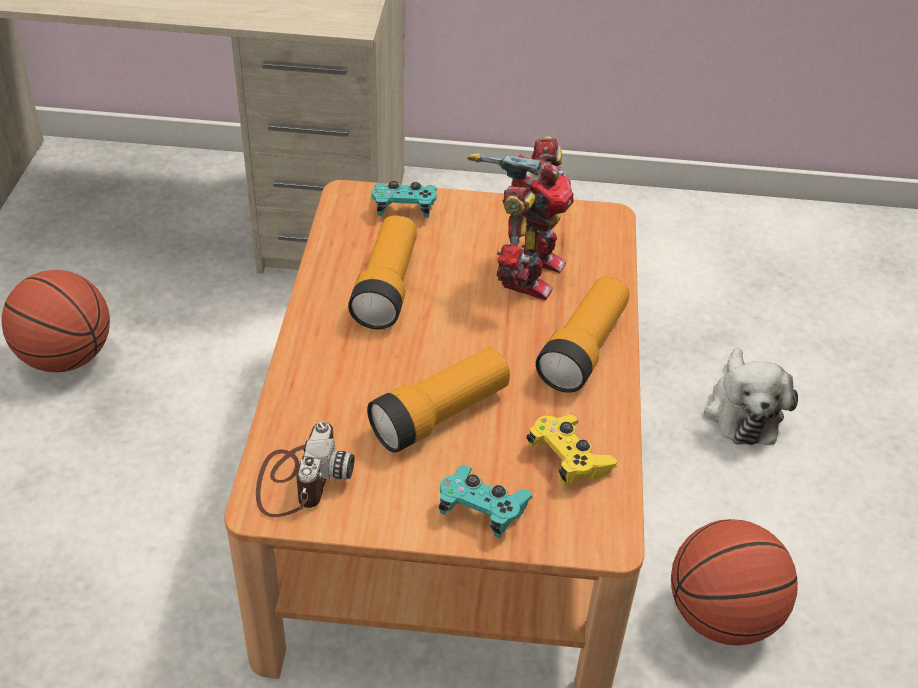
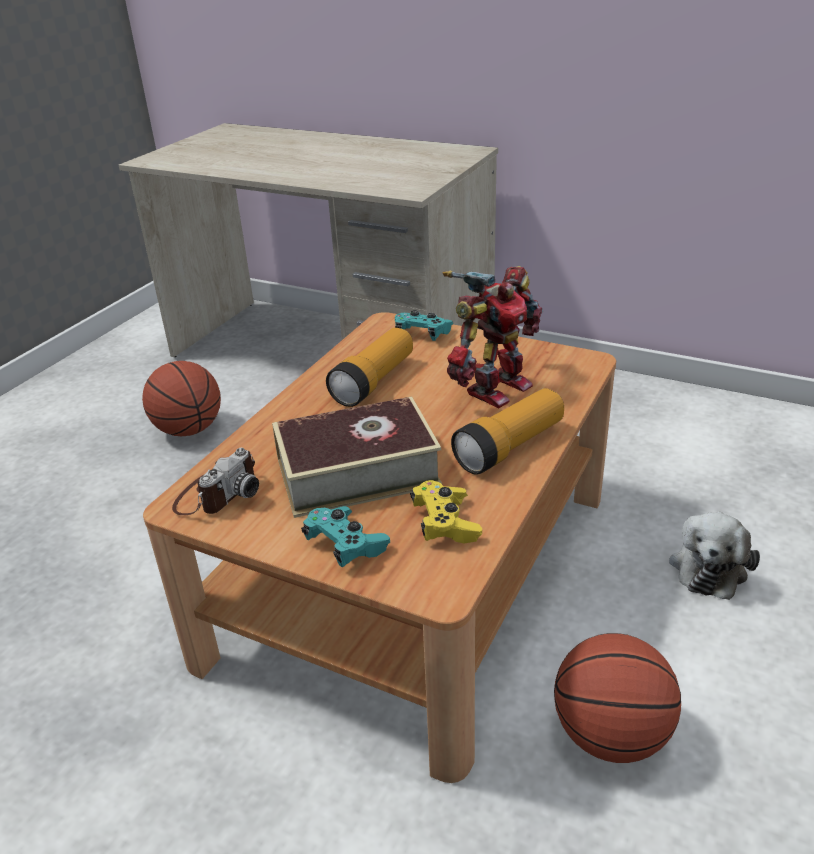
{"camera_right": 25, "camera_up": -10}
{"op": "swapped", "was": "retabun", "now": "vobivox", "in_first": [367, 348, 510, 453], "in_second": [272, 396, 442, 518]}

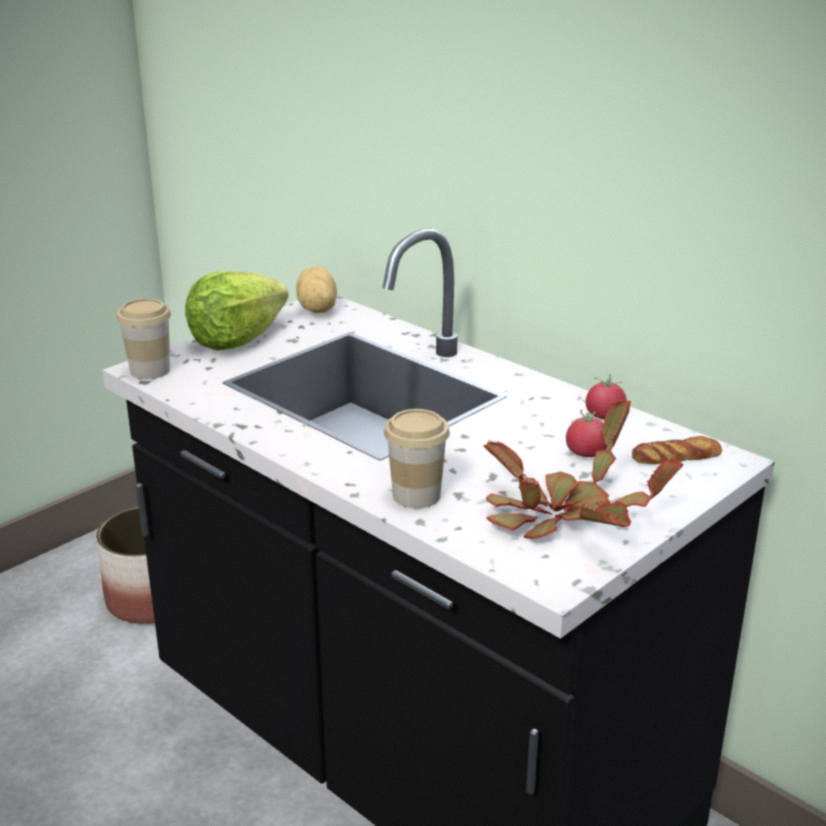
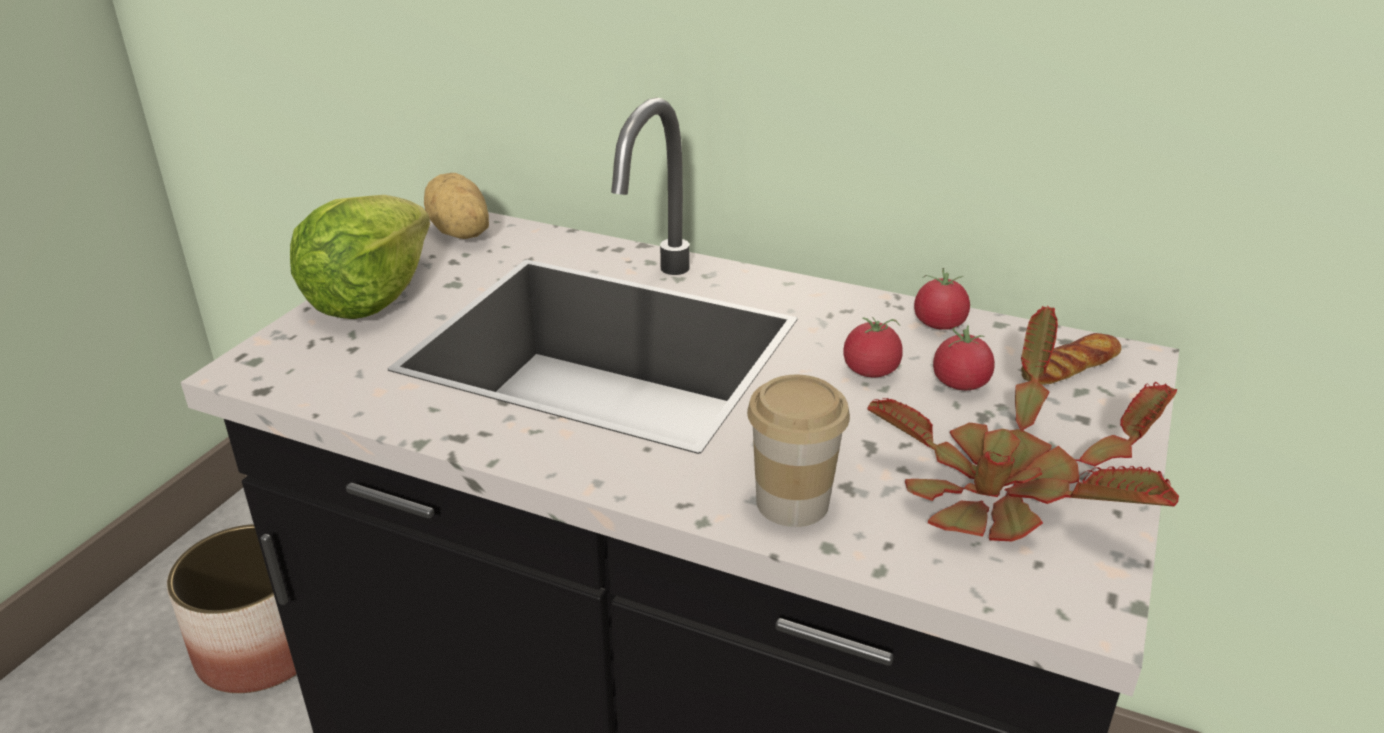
{"camera_right": -20, "camera_up": 5}
{"op": "gone", "was": "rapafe", "in_first": [117, 298, 171, 379]}
{"op": "new", "now": "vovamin", "in_second": [843, 317, 903, 377]}

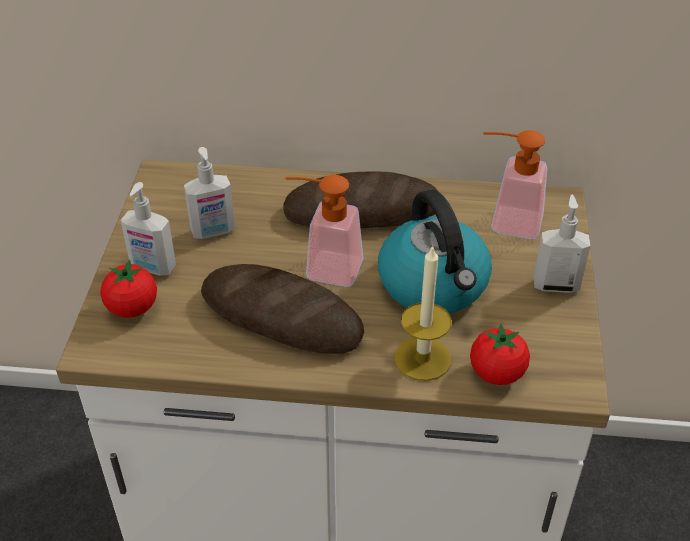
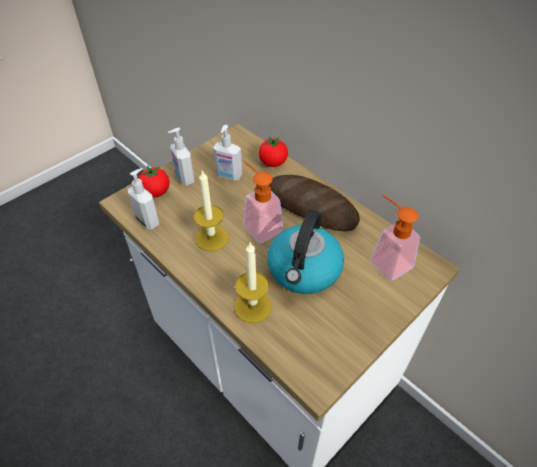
{"camera_right": 40, "camera_up": 5}
{"op": "swapped", "was": "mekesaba", "now": "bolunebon", "in_first": [201, 264, 364, 354], "in_second": [194, 170, 229, 251]}
{"op": "shifted", "was": "vovamin", "in_first": [470, 324, 530, 385], "in_second": [259, 137, 288, 167]}
{"op": "shifted", "was": "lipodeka", "in_first": [533, 195, 590, 293], "in_second": [128, 168, 160, 230]}

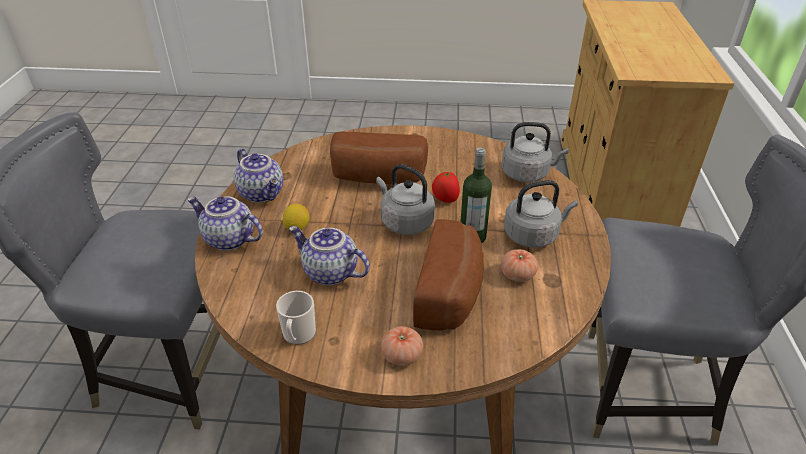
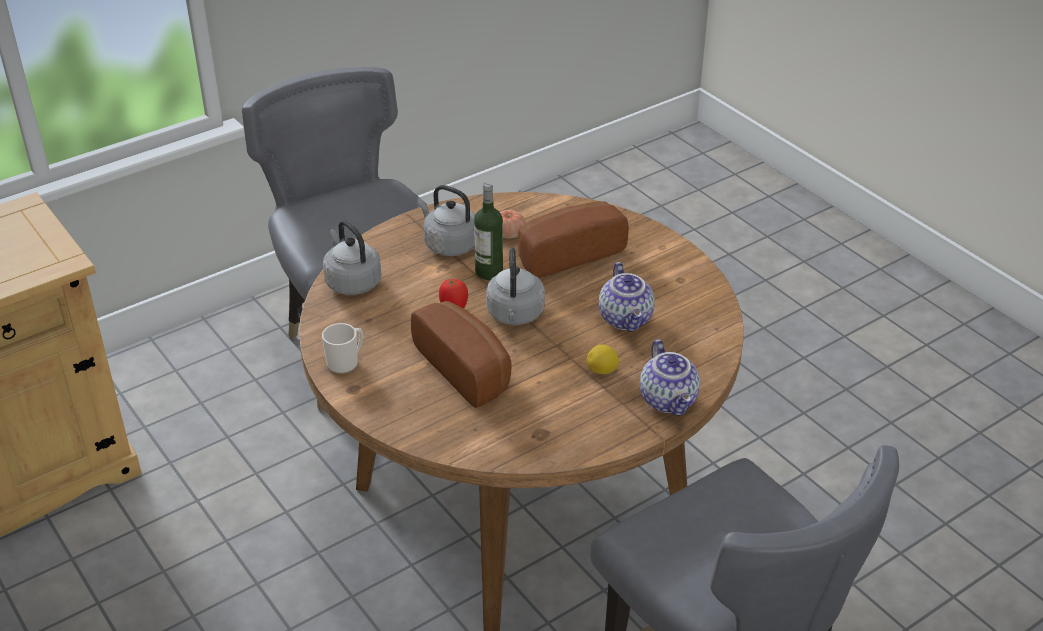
{"camera_right": -130, "camera_up": 0}
{"op": "gone", "was": "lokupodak", "in_first": [234, 149, 284, 203]}
{"op": "shifted", "was": "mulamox", "in_first": [276, 291, 316, 345], "in_second": [322, 323, 363, 374]}
{"op": "gone", "was": "vovamin", "in_first": [381, 326, 423, 366]}

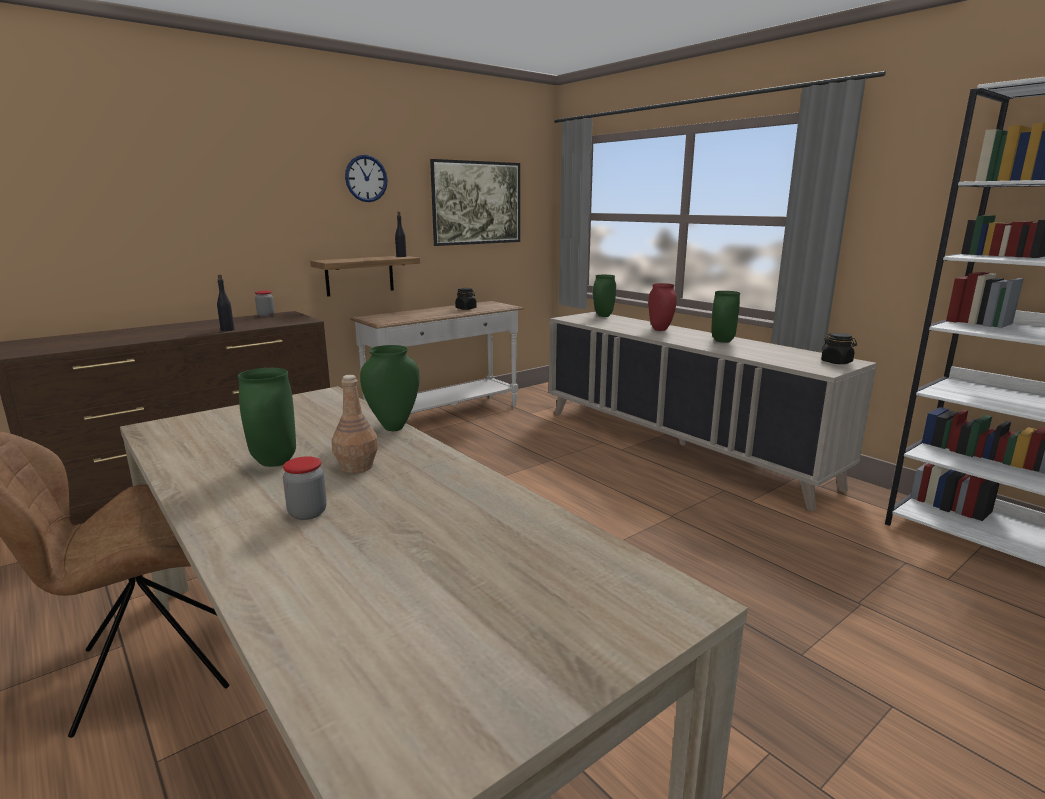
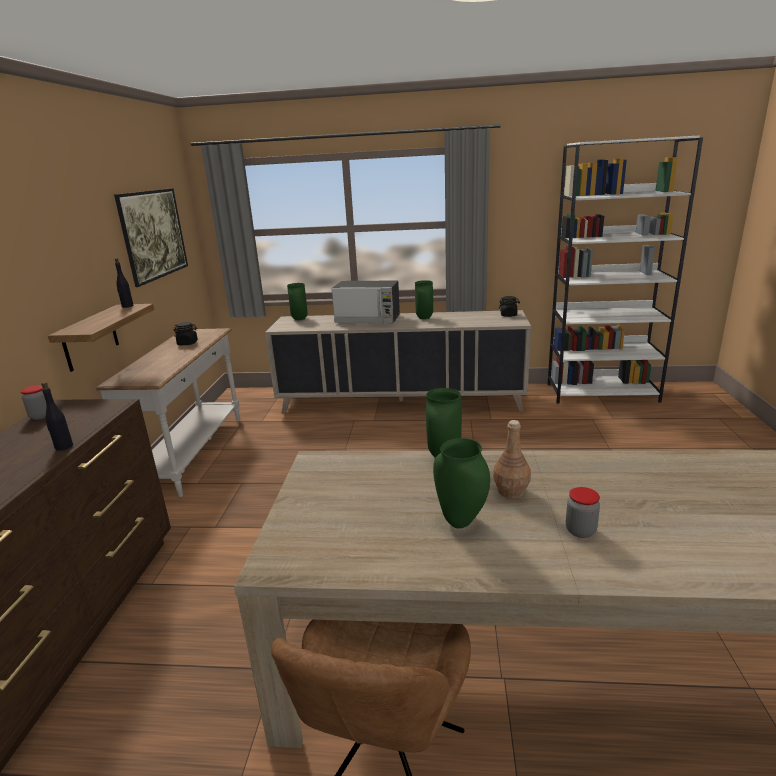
{"camera_right": -45, "camera_up": 5}
{"op": "gone", "was": "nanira", "in_first": [345, 155, 388, 202]}
{"op": "swapped", "was": "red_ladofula", "now": "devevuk", "in_first": [648, 283, 677, 331], "in_second": [332, 280, 400, 323]}

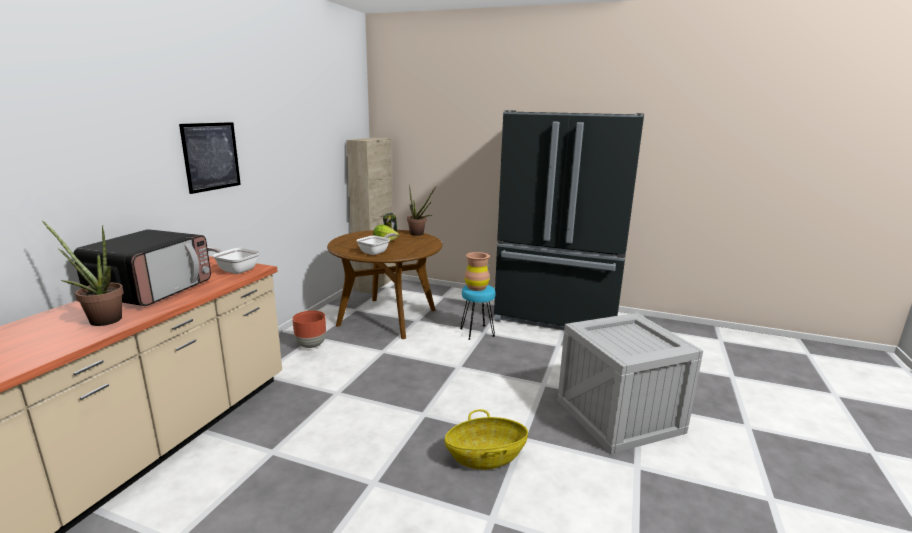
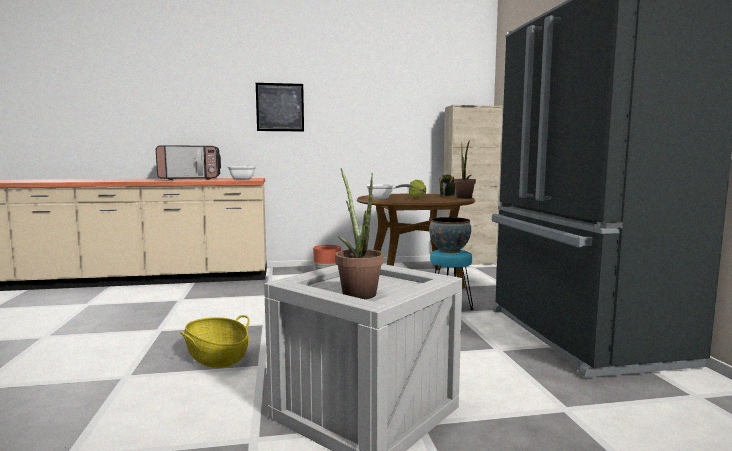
{"camera_right": 60, "camera_up": -10}
{"op": "shifted", "was": "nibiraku", "in_first": [42, 220, 124, 326], "in_second": [335, 168, 384, 299]}
{"op": "swapped", "was": "brown_ladofula", "now": "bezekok", "in_first": [465, 252, 490, 291], "in_second": [429, 217, 471, 253]}

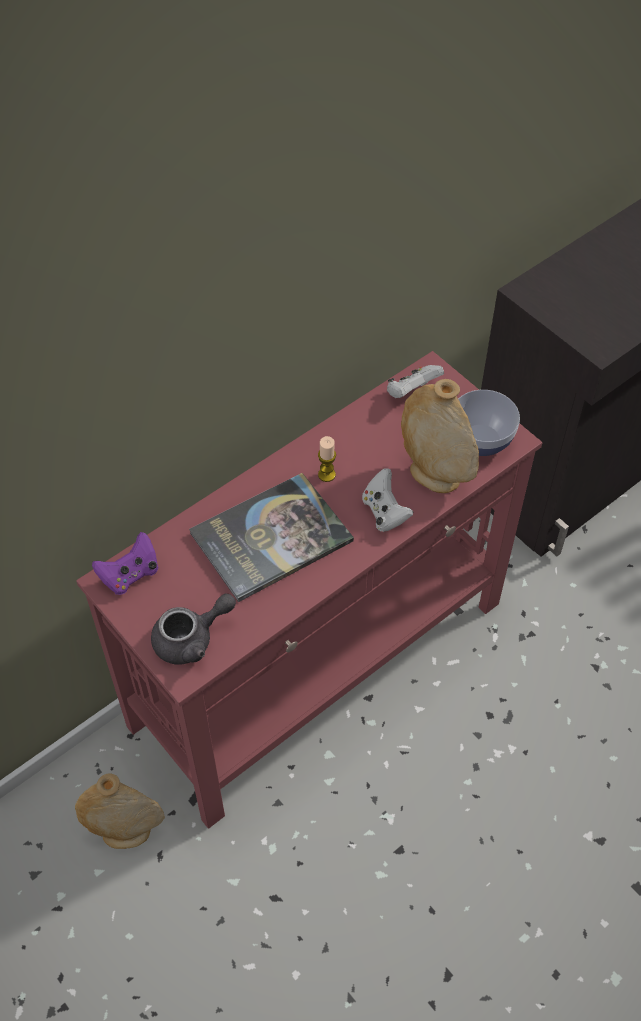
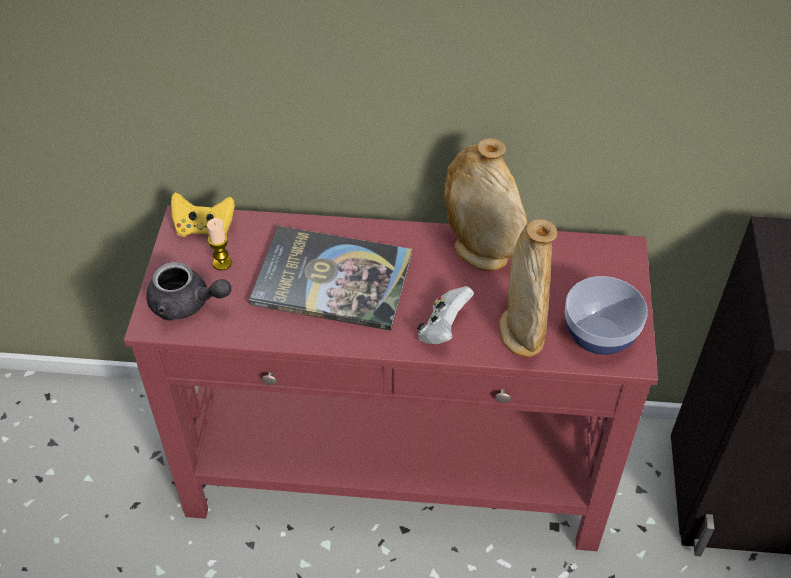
{"camera_right": 45, "camera_up": -5}
{"op": "shifted", "was": "beige_ladofula", "in_first": [75, 773, 165, 849], "in_second": [444, 138, 527, 271]}
{"op": "repainted", "was": "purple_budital", "now": "yellow_budital", "in_first": [92, 532, 158, 595], "in_second": [171, 192, 235, 237]}
{"op": "shifted", "was": "bolunebon", "in_first": [318, 436, 336, 482], "in_second": [207, 218, 232, 270]}
{"op": "gone", "was": "white_budital", "in_first": [387, 365, 444, 398]}

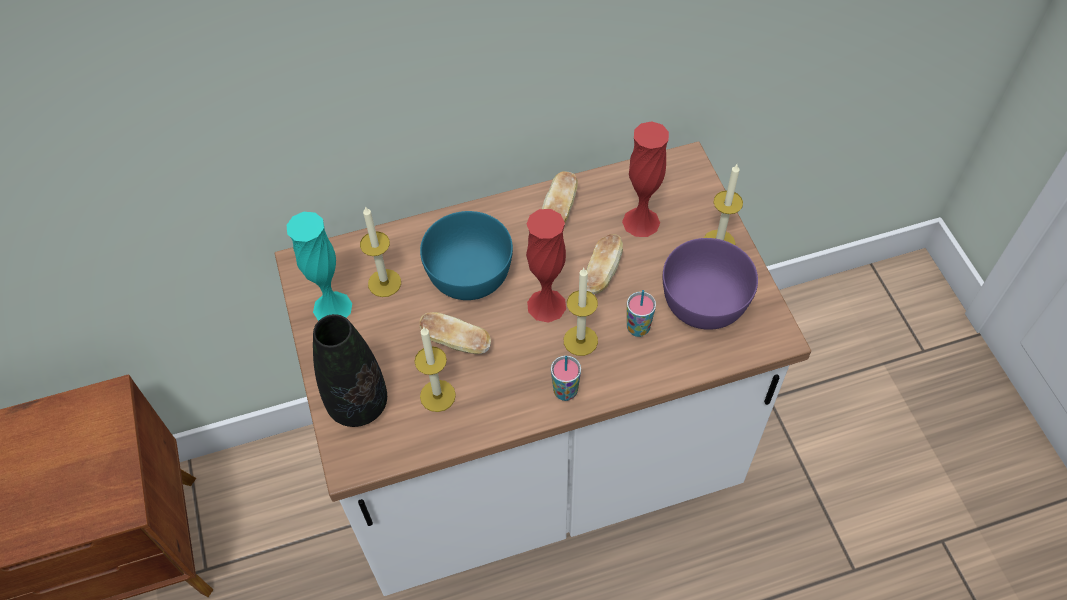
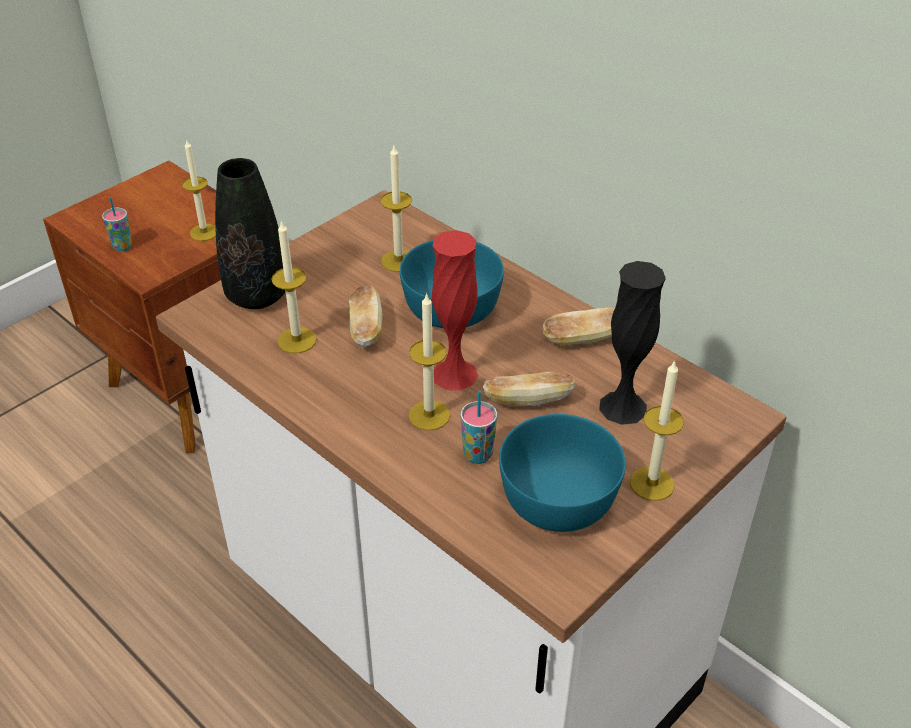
{"camera_right": 60, "camera_up": -15}
{"op": "gone", "was": "turquoise_ladofula", "in_first": [287, 212, 352, 321]}
{"op": "shifted", "was": "rapafe", "in_first": [551, 356, 581, 401], "in_second": [102, 197, 132, 251]}
{"op": "repainted", "was": "red_ladofula", "now": "black_ladofula", "in_first": [622, 121, 669, 237], "in_second": [599, 261, 666, 425]}
{"op": "repainted", "was": "purple_bezekok", "now": "turquoise_bezekok", "in_first": [663, 238, 758, 330], "in_second": [499, 414, 626, 532]}
{"op": "new", "now": "bolunebon", "in_second": [182, 139, 216, 241]}

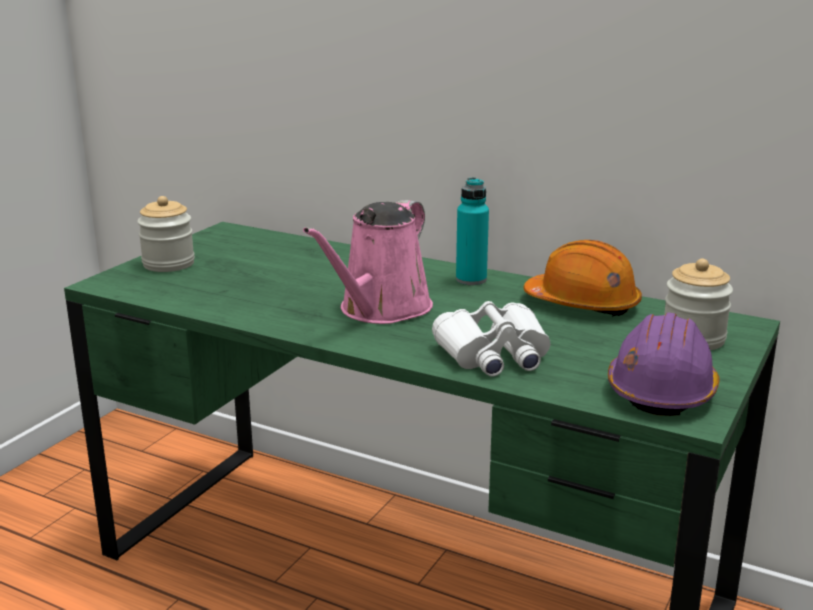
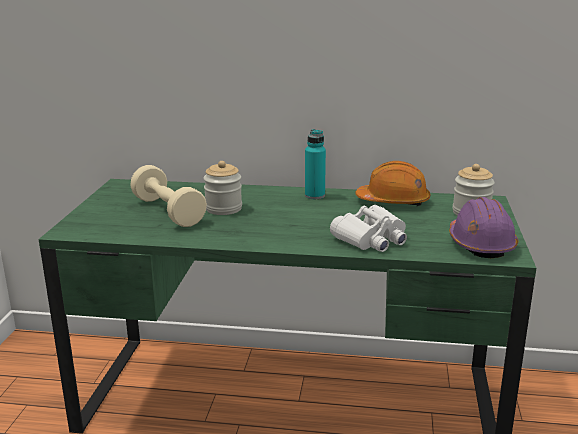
{"camera_right": -20, "camera_up": 0}
{"op": "shifted", "was": "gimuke", "in_first": [137, 196, 195, 272], "in_second": [204, 161, 242, 215]}
{"op": "gone", "was": "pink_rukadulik", "in_first": [303, 200, 433, 324]}
{"op": "new", "now": "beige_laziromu", "in_second": [130, 165, 207, 227]}

